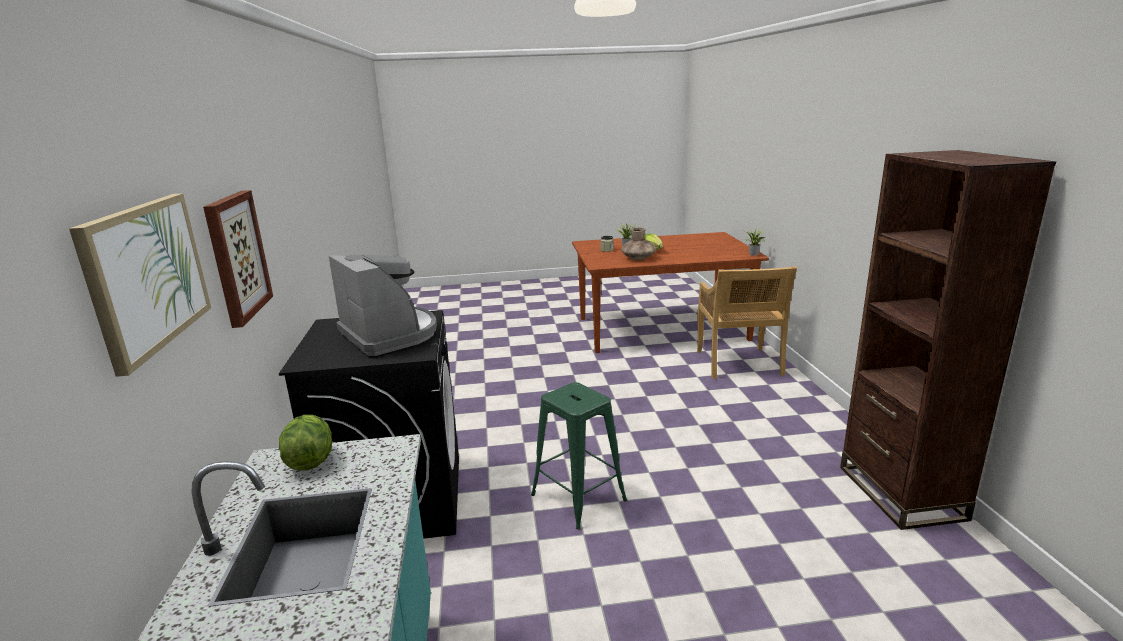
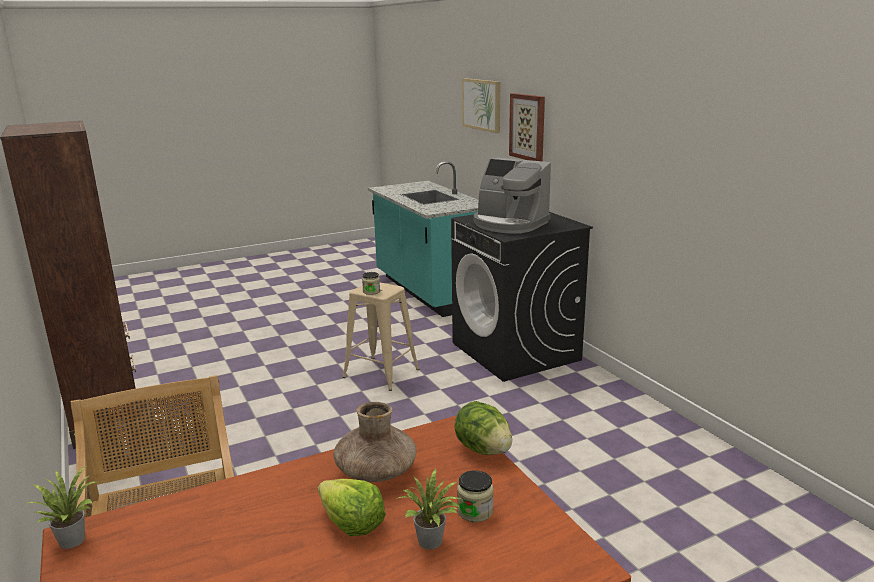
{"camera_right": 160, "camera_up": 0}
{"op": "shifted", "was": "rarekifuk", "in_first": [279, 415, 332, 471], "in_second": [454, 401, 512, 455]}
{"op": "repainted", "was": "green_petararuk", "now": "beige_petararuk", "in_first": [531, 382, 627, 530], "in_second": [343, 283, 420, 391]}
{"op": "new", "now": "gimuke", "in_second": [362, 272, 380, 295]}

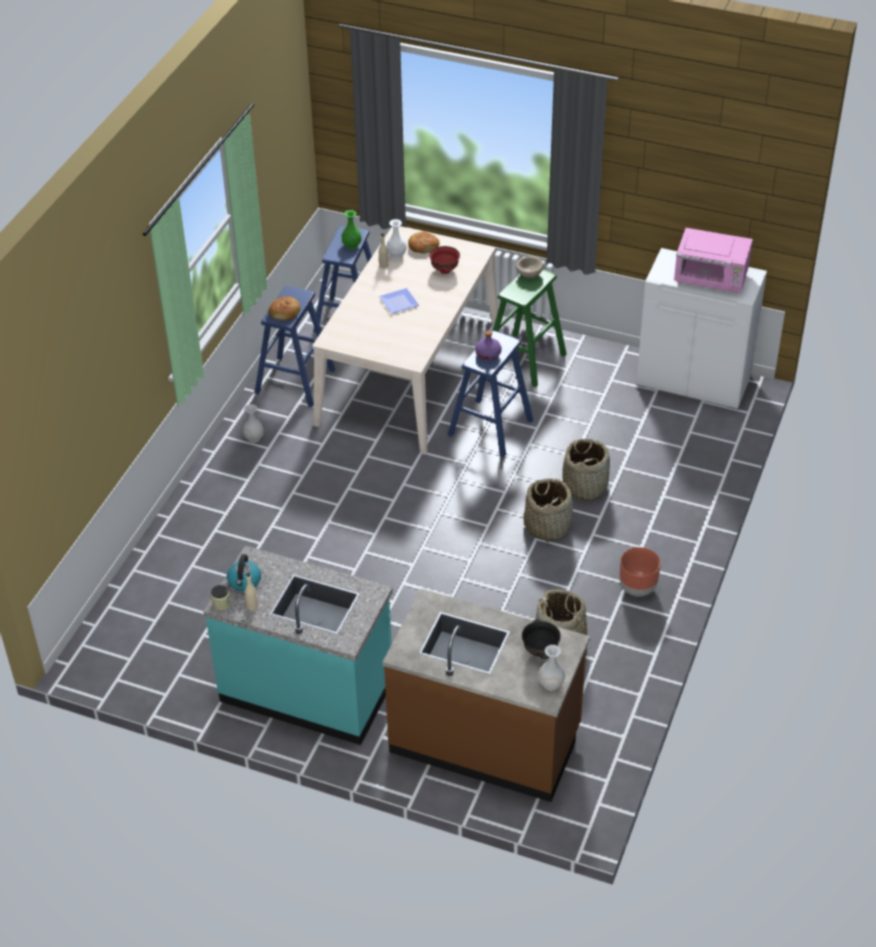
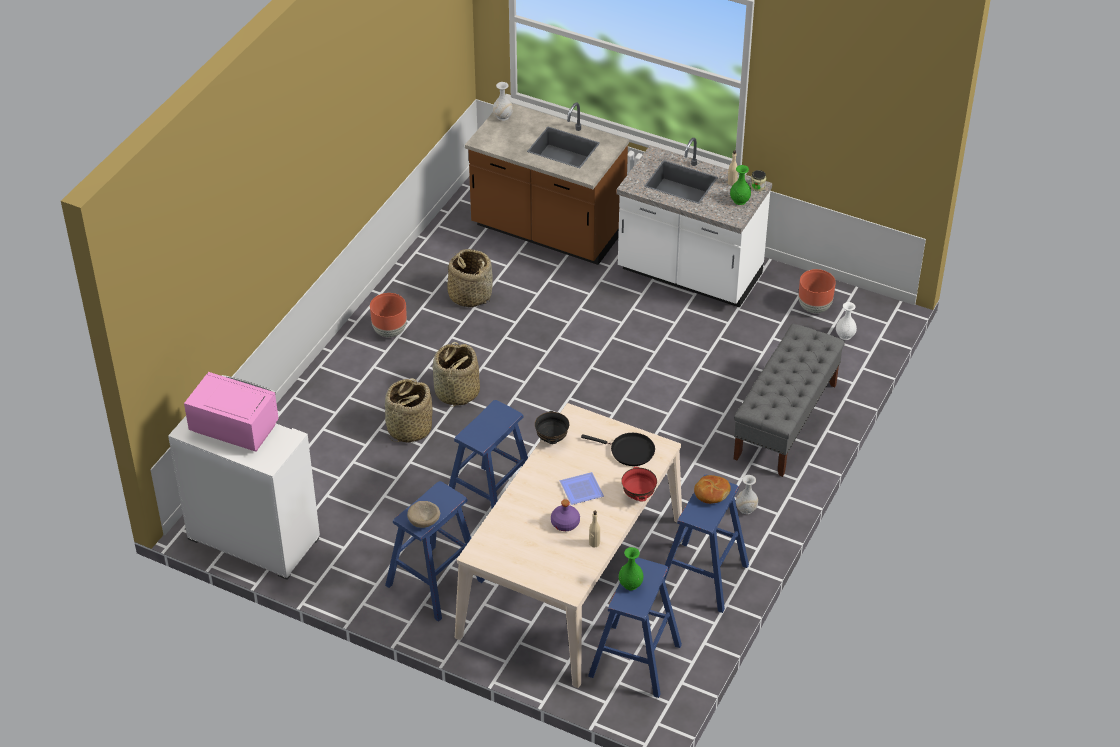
{"camera_right": -175, "camera_up": 0}
{"op": "repainted", "was": "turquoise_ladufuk", "now": "white_ladufuk", "in_first": [203, 545, 393, 745], "in_second": [616, 138, 772, 308]}
{"op": "swapped", "was": "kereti", "now": "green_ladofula", "in_first": [227, 554, 261, 591], "in_second": [730, 165, 751, 205]}
{"op": "shifted", "was": "white_ladofula", "in_first": [386, 219, 407, 259], "in_second": [836, 302, 857, 340]}
{"op": "gone", "was": "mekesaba", "in_first": [408, 232, 440, 253]}
{"op": "shifted", "was": "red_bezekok", "in_first": [429, 246, 460, 274], "in_second": [621, 467, 657, 502]}
{"op": "shifted", "was": "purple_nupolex", "in_first": [475, 331, 502, 360], "in_second": [551, 499, 580, 531]}
{"op": "repainted", "was": "green_petararuk", "now": "blue_petararuk", "in_first": [493, 269, 567, 387], "in_second": [385, 481, 485, 622]}
{"op": "shifted", "was": "black_bezekok", "in_first": [522, 619, 561, 659], "in_second": [535, 411, 569, 444]}
{"op": "new", "now": "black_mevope", "in_second": [581, 433, 655, 466]}
{"op": "new", "now": "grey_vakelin", "in_second": [734, 324, 845, 477]}
{"op": "new", "now": "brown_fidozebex", "in_second": [798, 269, 836, 313]}

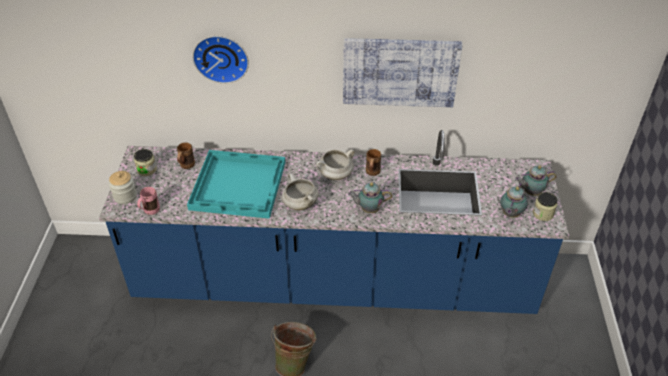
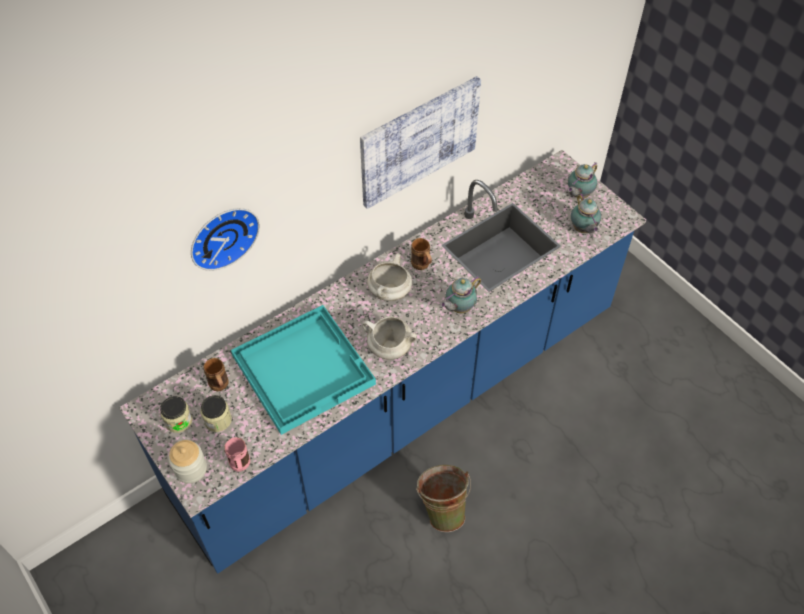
{"camera_right": -40, "camera_up": 10}
{"op": "shifted", "was": "gimuke", "in_first": [533, 192, 557, 221], "in_second": [201, 395, 232, 432]}

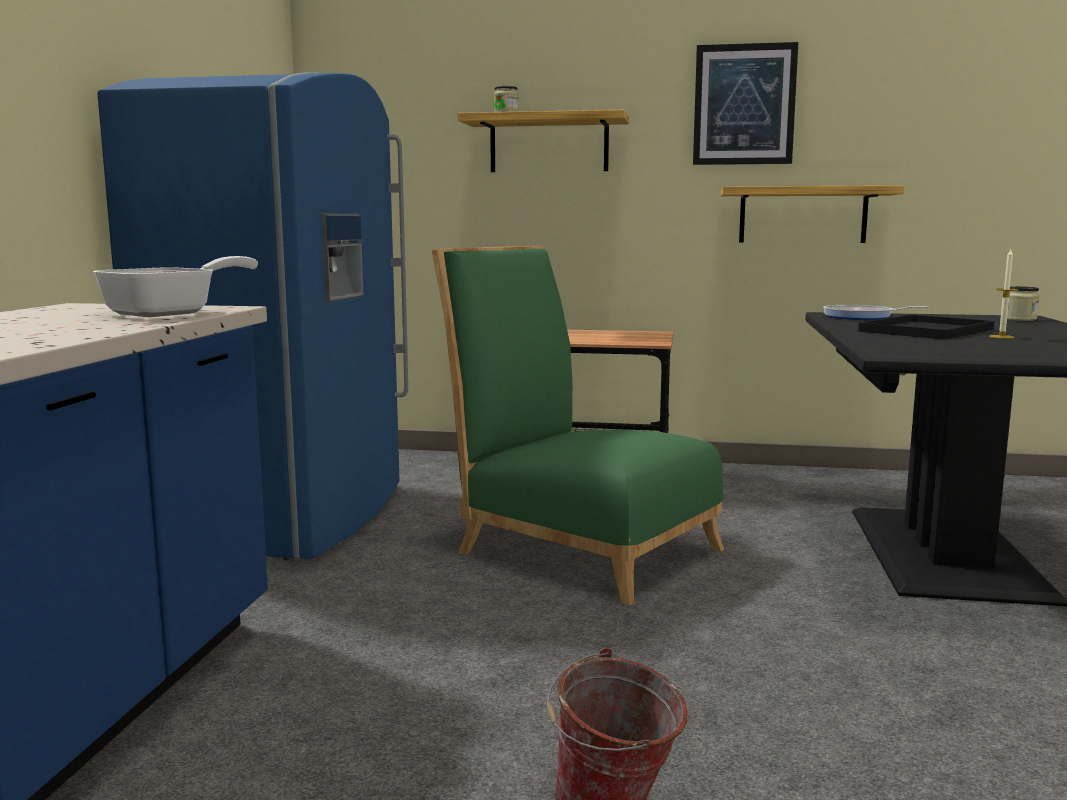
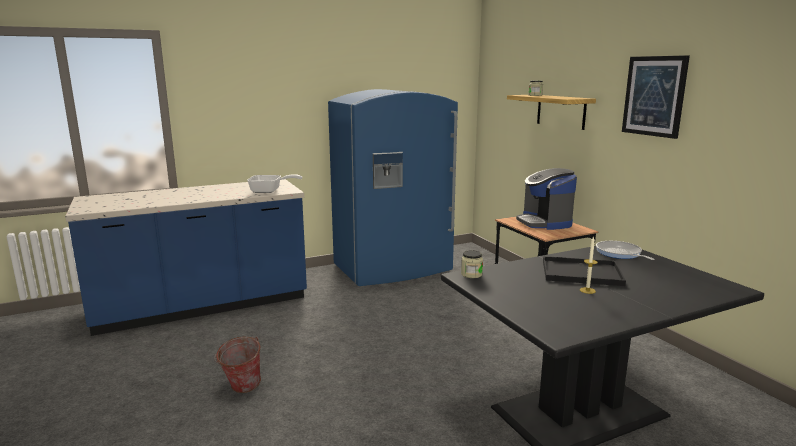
{"camera_right": 55, "camera_up": 5}
{"op": "gone", "was": "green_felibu", "in_first": [432, 246, 724, 605]}
{"op": "gone", "was": "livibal", "in_first": [721, 185, 904, 243]}
{"op": "shifted", "was": "gimuke", "in_first": [1007, 286, 1040, 321], "in_second": [461, 250, 483, 278]}
{"op": "new", "now": "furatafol", "in_second": [516, 168, 577, 230]}

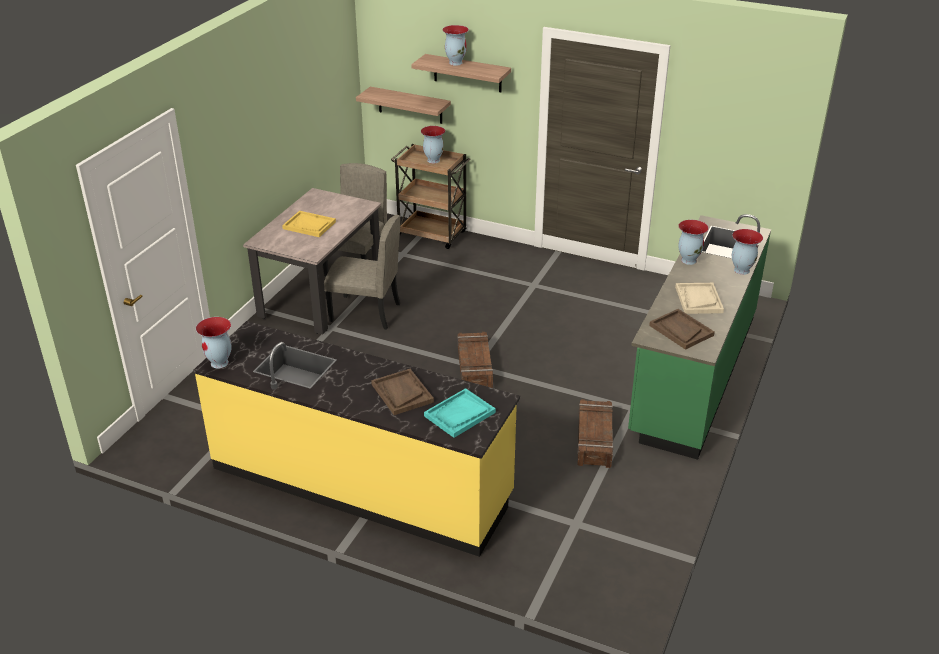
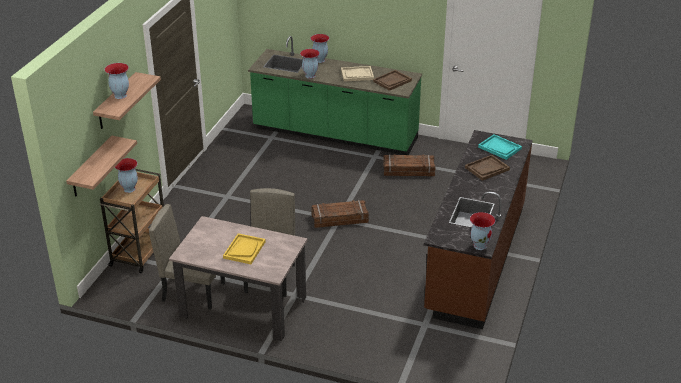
{"camera_right": -95, "camera_up": 0}
{"op": "repainted", "was": "yellow_ladufuk", "now": "brown_ladufuk", "in_first": [193, 321, 520, 557], "in_second": [424, 130, 533, 329]}

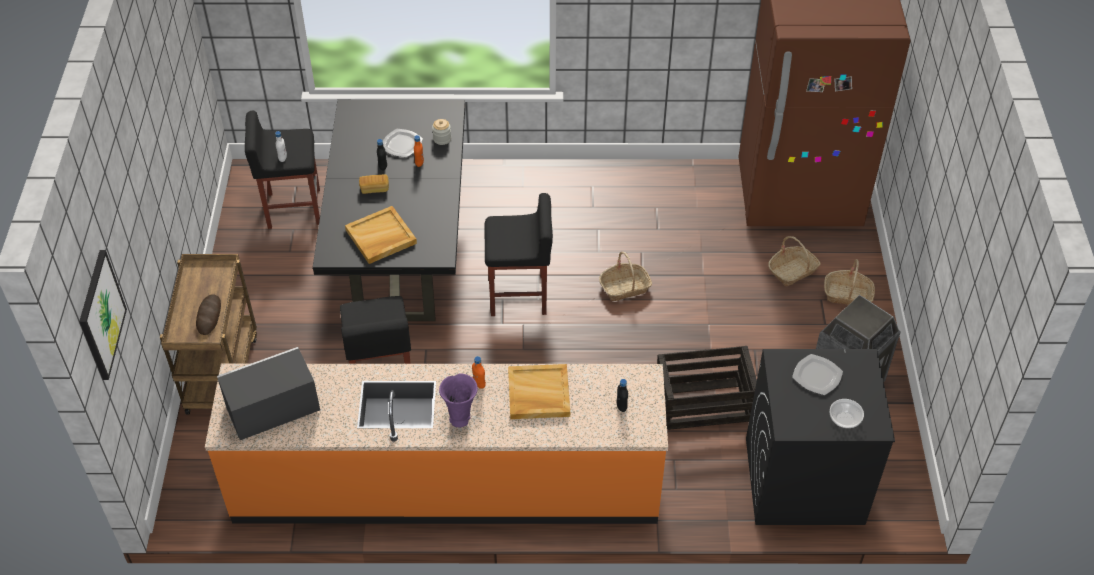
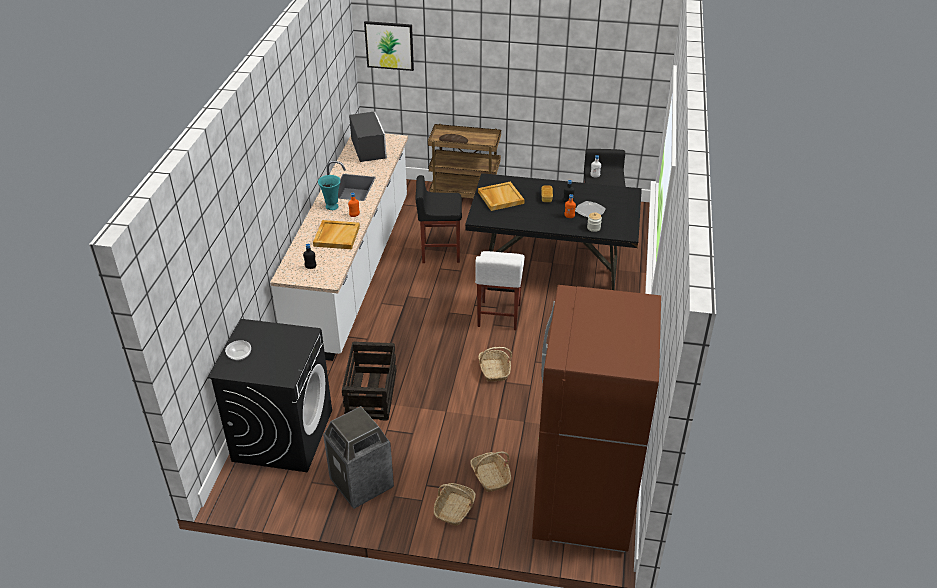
{"camera_right": 100, "camera_up": -10}
{"op": "repainted", "was": "orange_ladufuk", "now": "white_ladufuk", "in_first": [205, 364, 668, 524], "in_second": [270, 134, 408, 361]}
{"op": "repainted", "was": "purple_ladofula", "now": "turquoise_ladofula", "in_first": [439, 373, 478, 427], "in_second": [318, 175, 340, 210]}
{"op": "repainted", "was": "black_petararuk", "now": "white_petararuk", "in_first": [485, 193, 553, 316], "in_second": [475, 251, 525, 330]}
{"op": "gone", "was": "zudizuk", "in_first": [792, 354, 843, 395]}

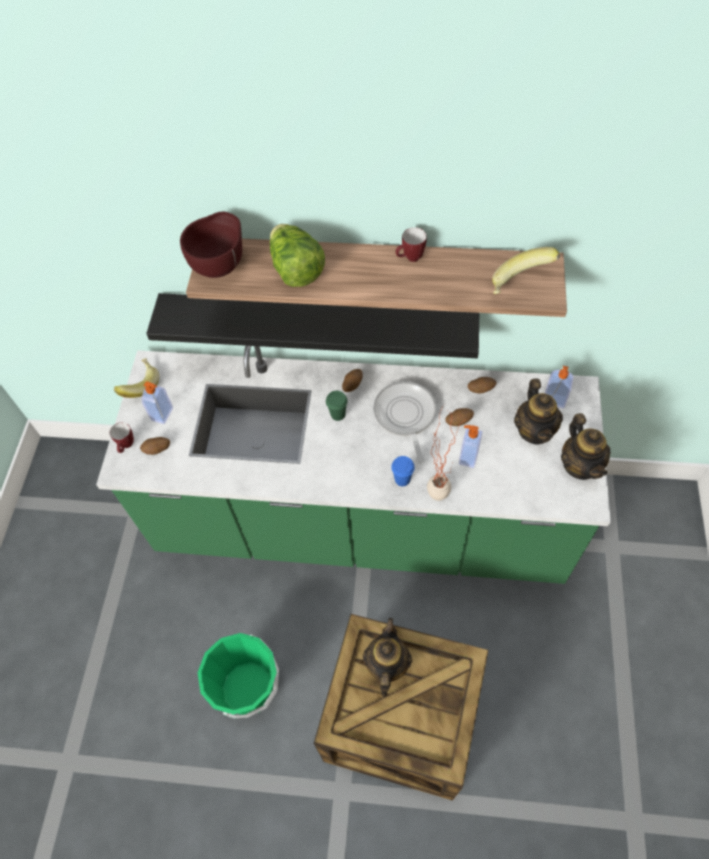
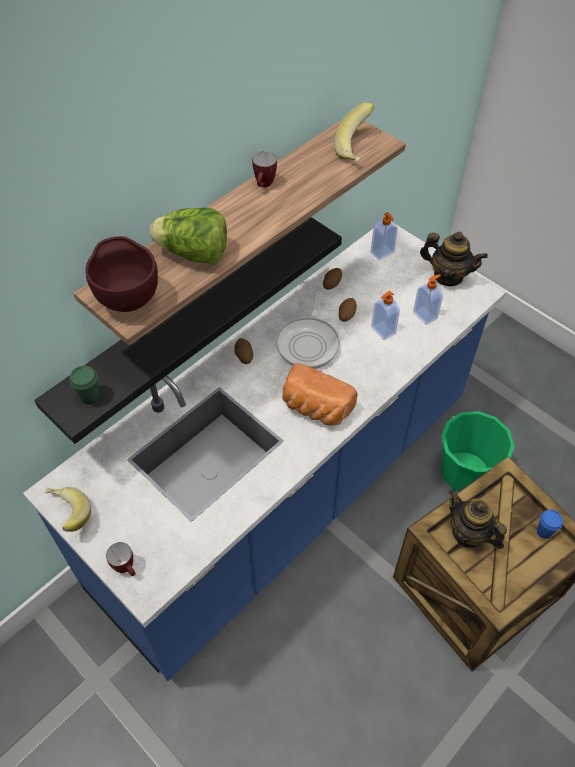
{"camera_right": -55, "camera_up": -5}
{"op": "repainted", "was": "green_ladufuk", "now": "blue_ladufuk", "in_first": [96, 346, 611, 584], "in_second": [23, 222, 506, 681]}
{"op": "gone", "was": "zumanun", "in_first": [140, 437, 170, 455]}
{"op": "shifted", "was": "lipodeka", "in_first": [142, 381, 173, 424], "in_second": [413, 275, 443, 325]}
{"op": "shifted", "was": "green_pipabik", "in_first": [198, 633, 279, 718], "in_second": [441, 411, 515, 492]}
{"op": "shifted", "was": "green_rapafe", "in_first": [326, 391, 348, 421], "in_second": [69, 366, 100, 405]}
{"op": "rotated", "was": "mevope", "in_first": [373, 381, 436, 463], "in_second": [276, 292, 340, 369], "clockwise": -105}
{"op": "shifted", "was": "blue_rapafe", "in_first": [391, 456, 415, 486], "in_second": [537, 510, 563, 539]}
{"op": "gone", "was": "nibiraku", "in_first": [427, 405, 466, 501]}
{"op": "gone", "was": "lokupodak", "in_first": [514, 379, 563, 444]}
{"op": "new", "now": "mekesaba", "in_second": [282, 363, 358, 425]}

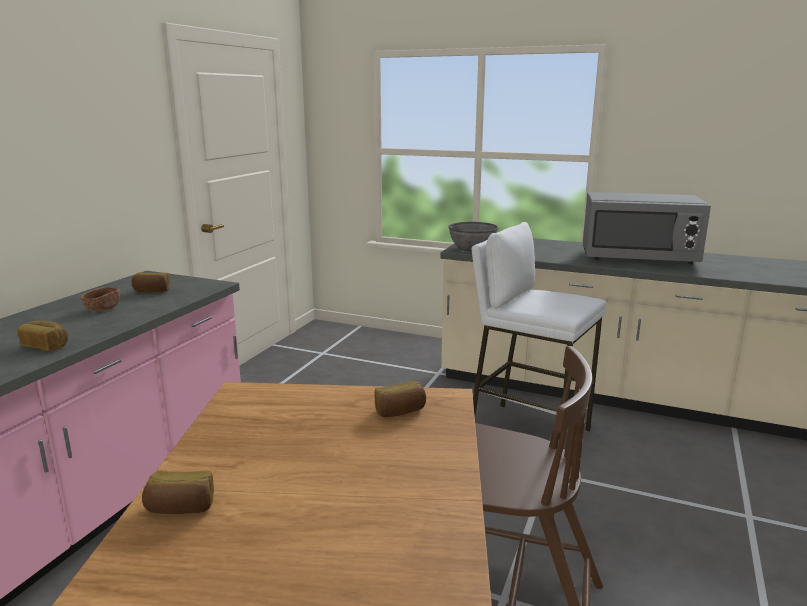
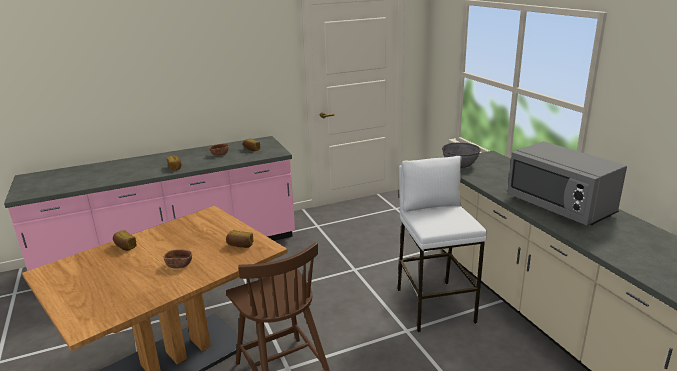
{"camera_right": 45, "camera_up": 5}
{"op": "new", "now": "brown_bezekok", "in_second": [164, 249, 192, 269]}

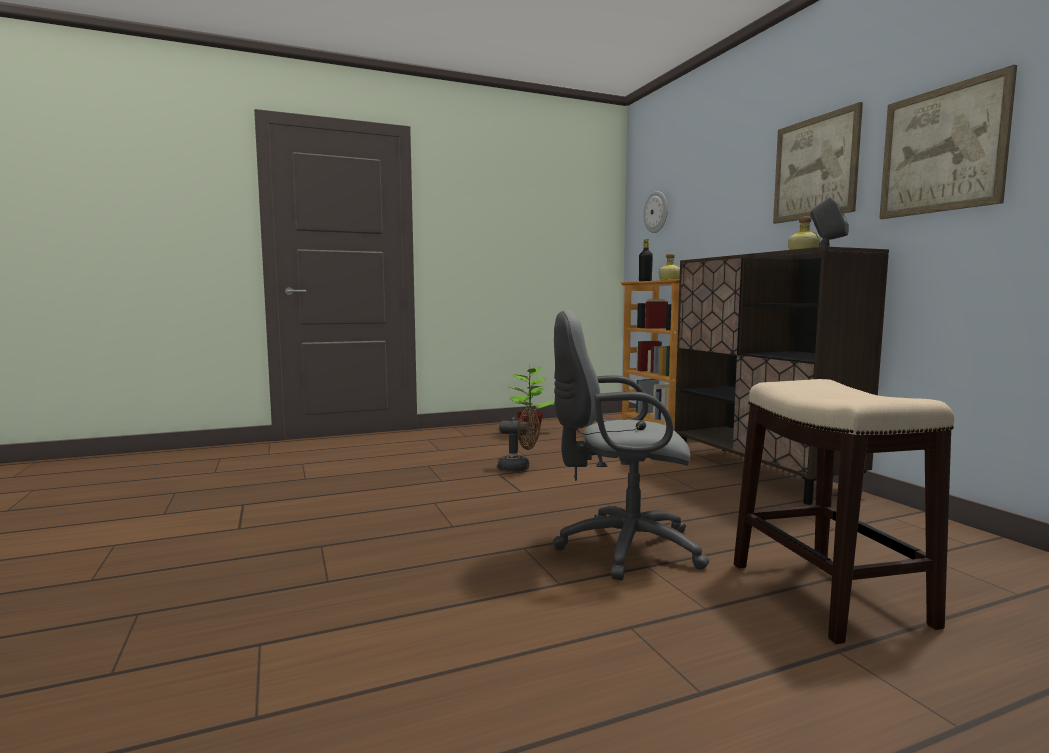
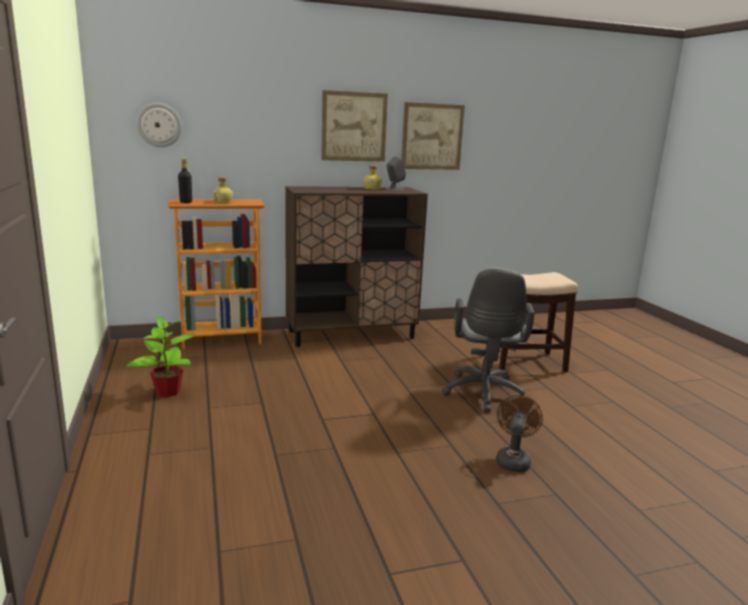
{"camera_right": -85, "camera_up": 10}
{"op": "shifted", "was": "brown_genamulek", "in_first": [497, 407, 539, 472], "in_second": [496, 395, 543, 472]}

